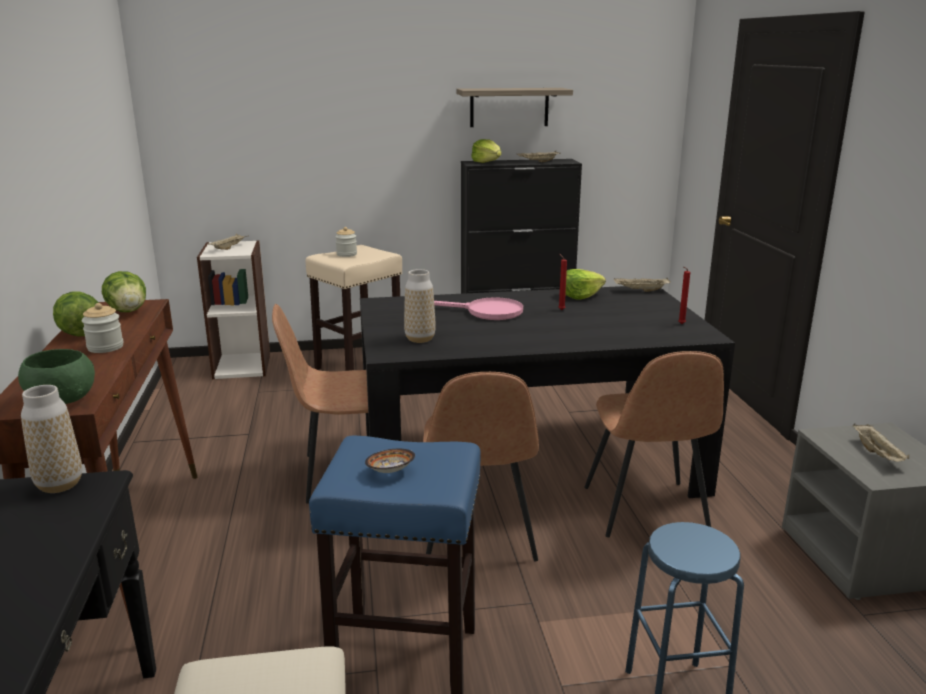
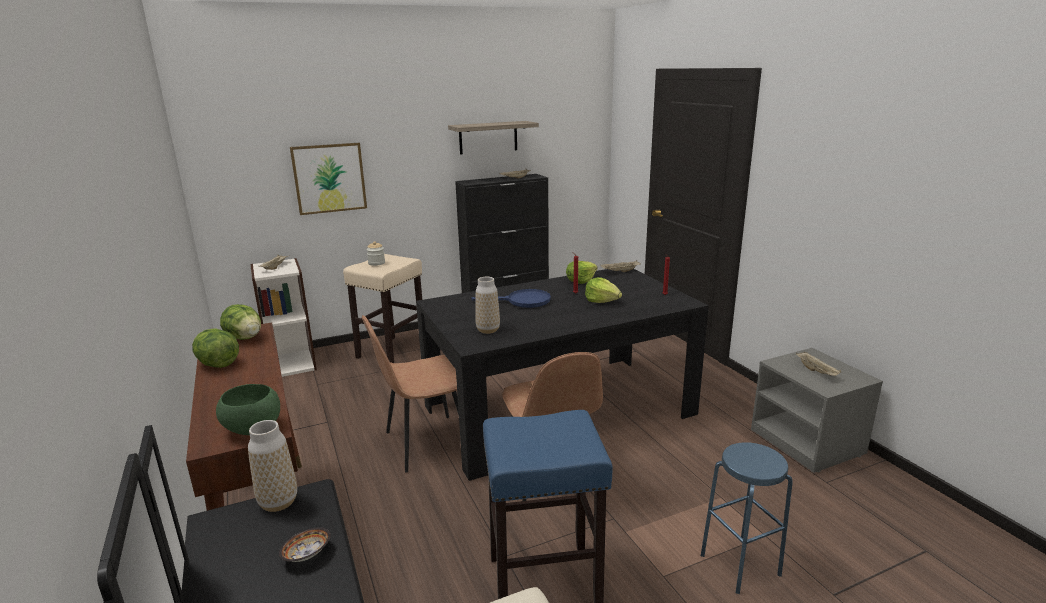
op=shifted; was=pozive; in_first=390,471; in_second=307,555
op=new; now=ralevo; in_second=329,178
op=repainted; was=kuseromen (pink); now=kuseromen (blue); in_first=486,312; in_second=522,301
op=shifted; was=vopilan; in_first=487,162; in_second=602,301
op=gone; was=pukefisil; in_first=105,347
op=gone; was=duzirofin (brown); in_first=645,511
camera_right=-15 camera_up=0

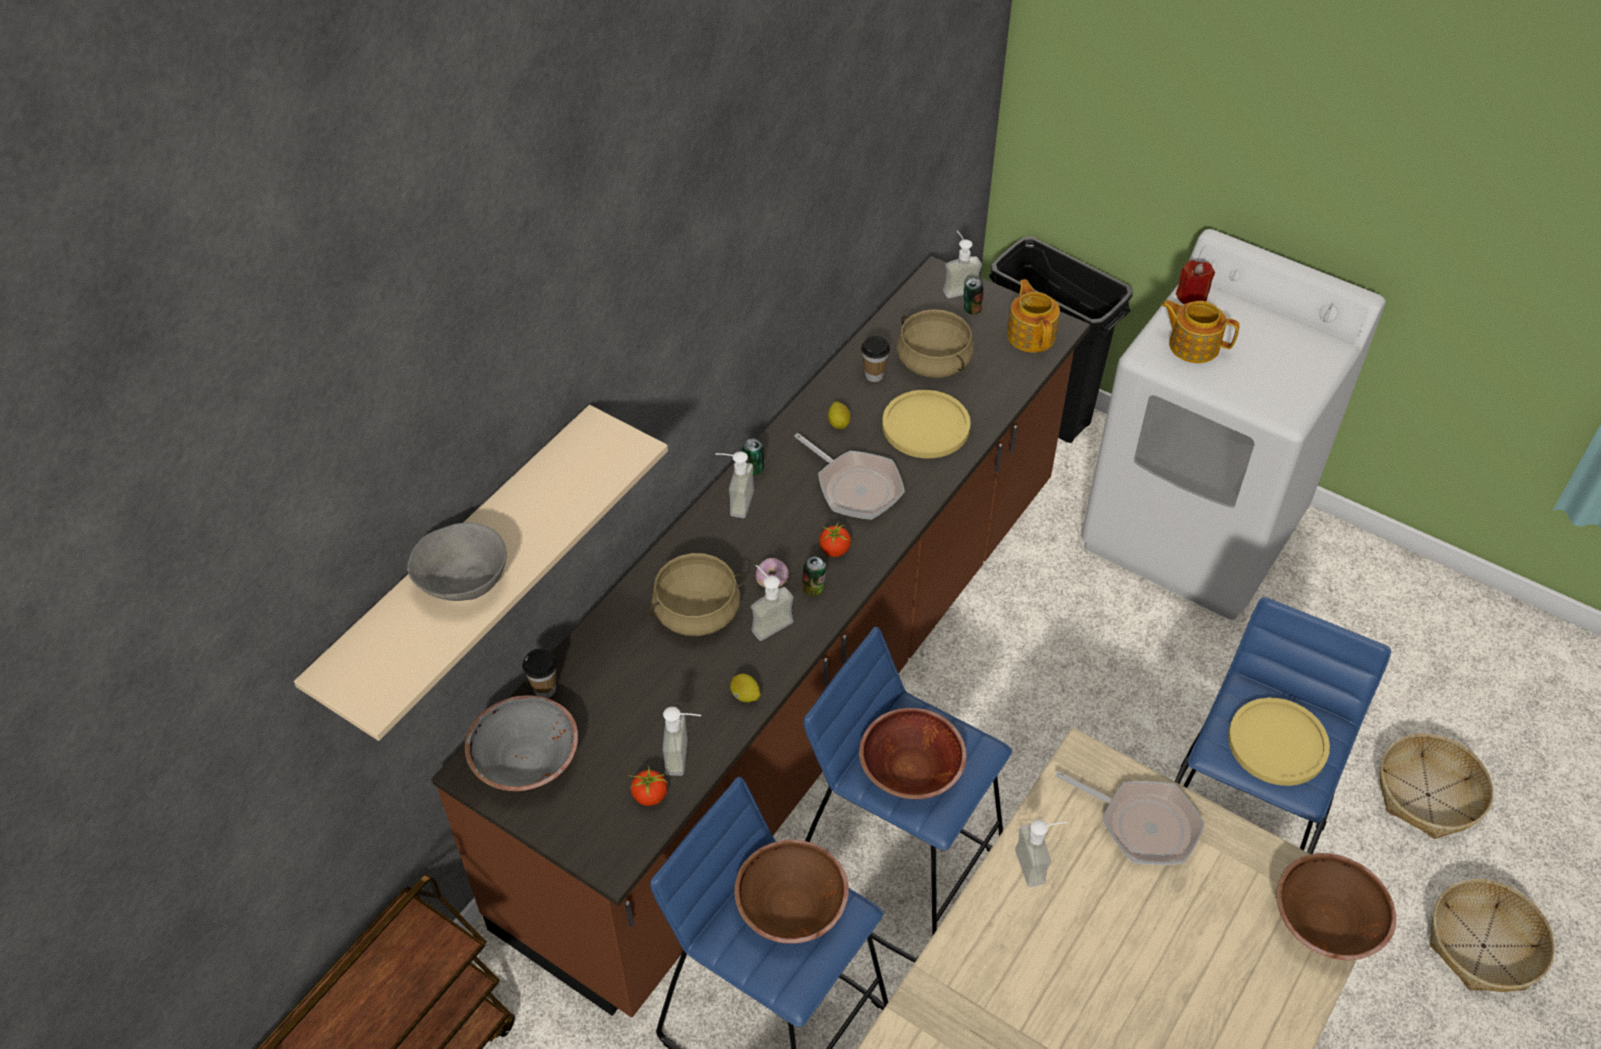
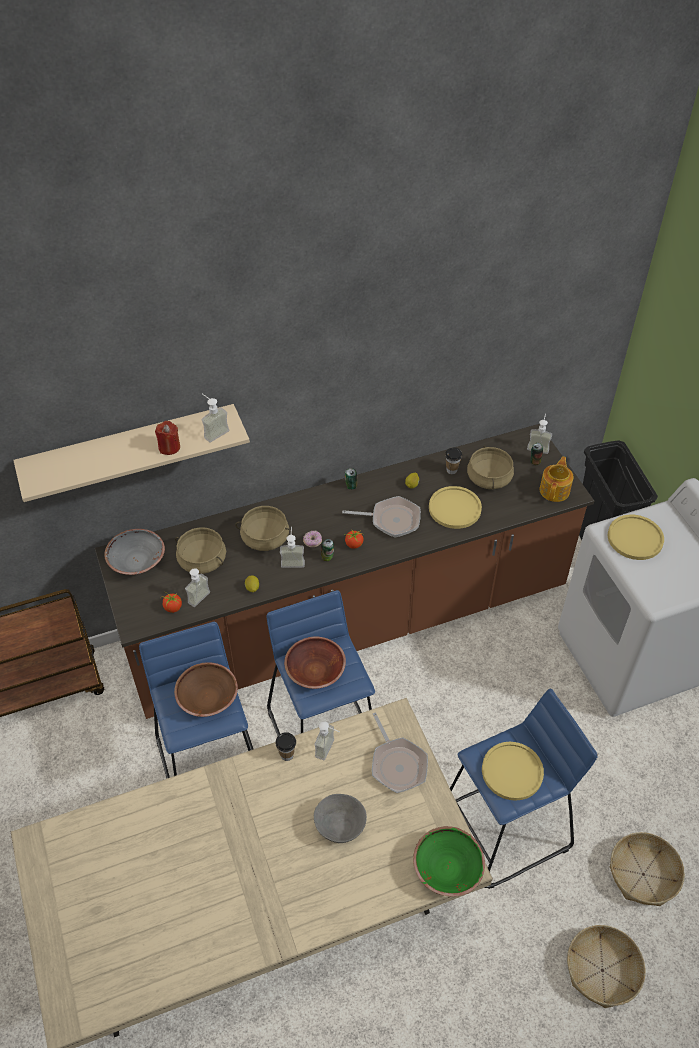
op=shifted; was=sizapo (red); in_first=1191,297; in_second=169,447
op=new; now=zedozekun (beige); in_second=202,561
op=shifted; was=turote; in_first=734,502; in_second=213,431
op=shifted; was=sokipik; in_first=545,689; in_second=287,755
op=shifted; was=pozive (grey); in_first=465,582; in_second=341,826
op=rotated; was=kuseromen; in_first=855,487; in_second=391,520; clockwise=-75
op=repainted; was=pozive (brown); now=pozive (green); in_first=1326,921; in_second=447,868
op=swapped; was=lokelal; now=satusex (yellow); in_first=1193,345; in_second=635,538
camera_right=35 camera_up=0

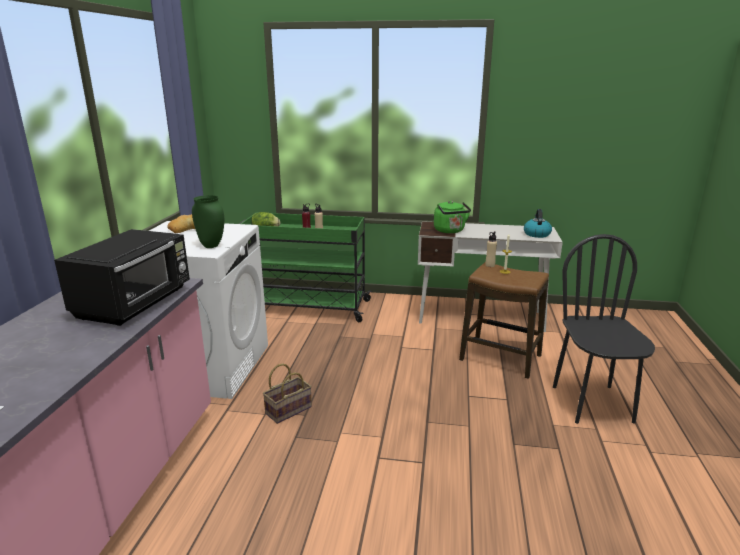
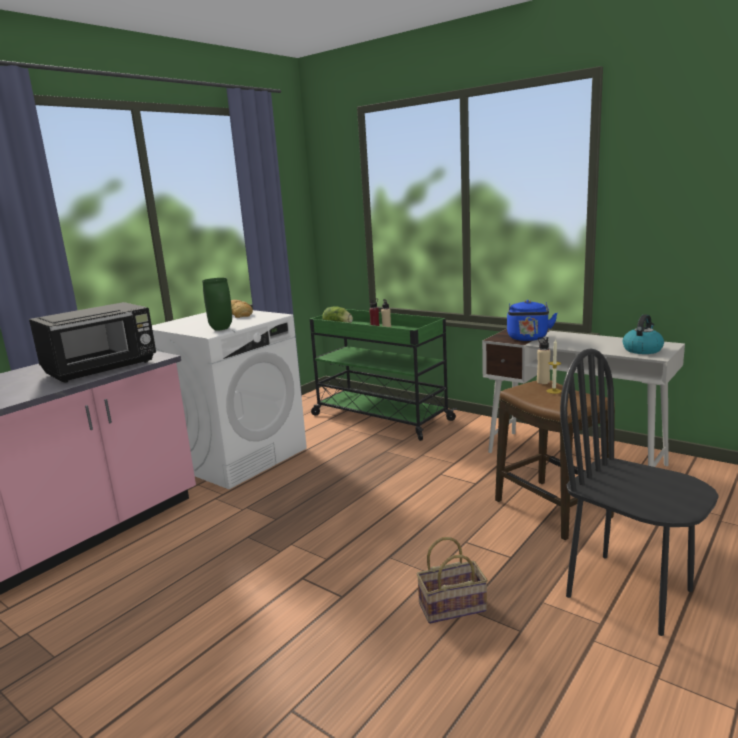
op=shifted; was=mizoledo; in_first=289,409; in_second=453,606
op=repainted; was=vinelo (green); now=vinelo (blue); in_first=450,231; in_second=528,338
op=rotated; was=duzirofin (black); in_first=592,404; in_second=629,592; clockwise=-75
camera_right=30 camera_up=-5

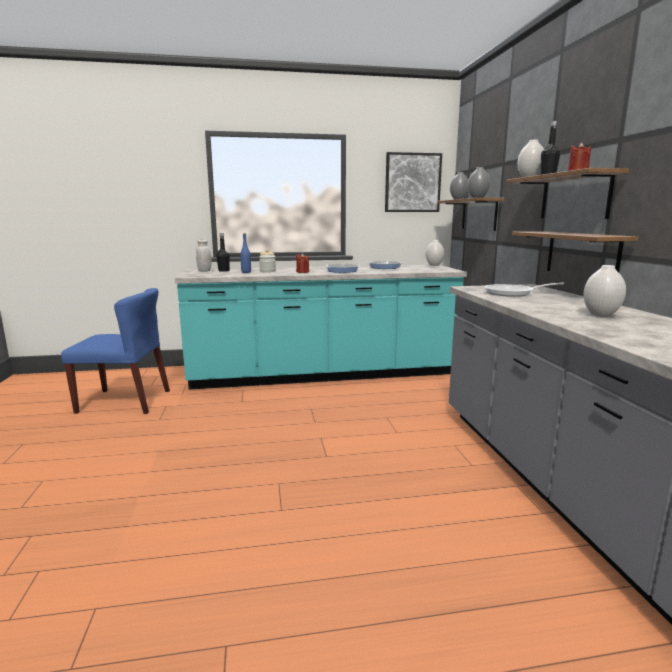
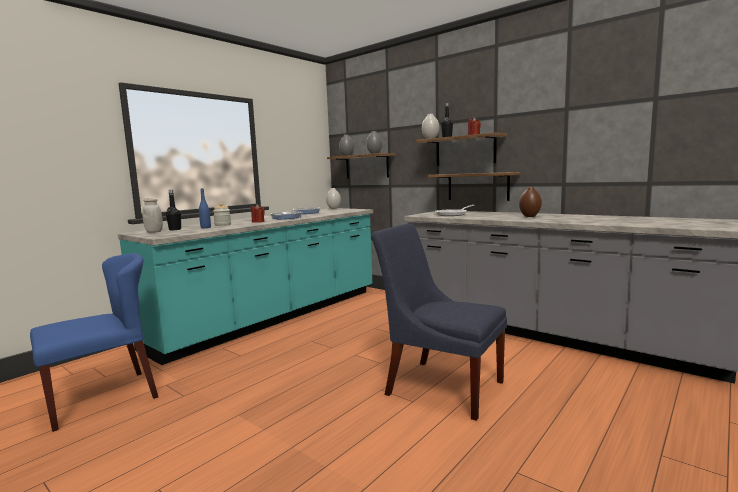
op=new; now=duzirofin (blue); in_second=440,386
op=repainted; was=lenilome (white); now=lenilome (brown); in_first=600,315; in_second=529,216
op=gone; was=ralevo; in_first=412,183
camera_right=-40 camera_up=-5

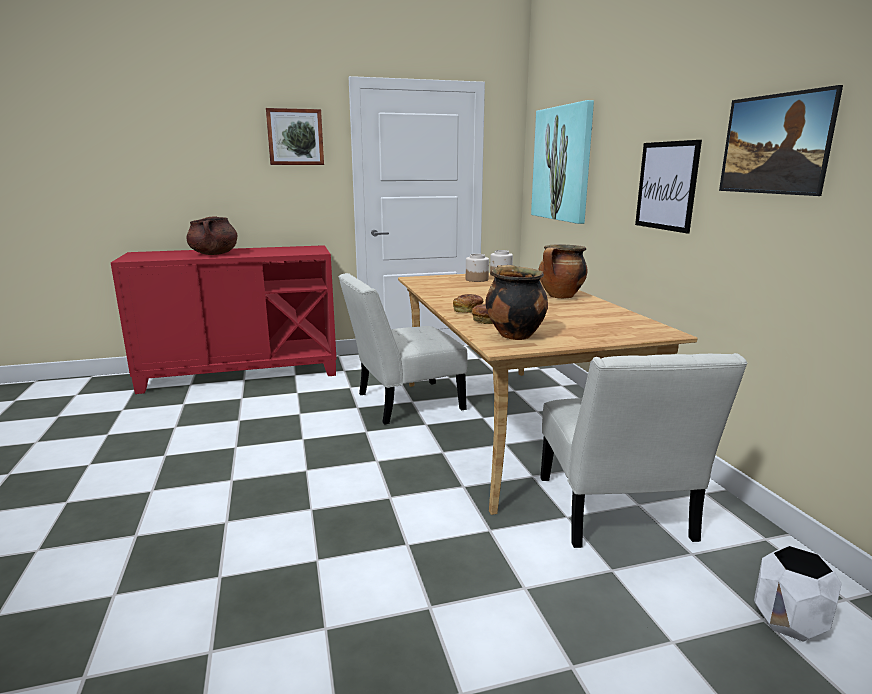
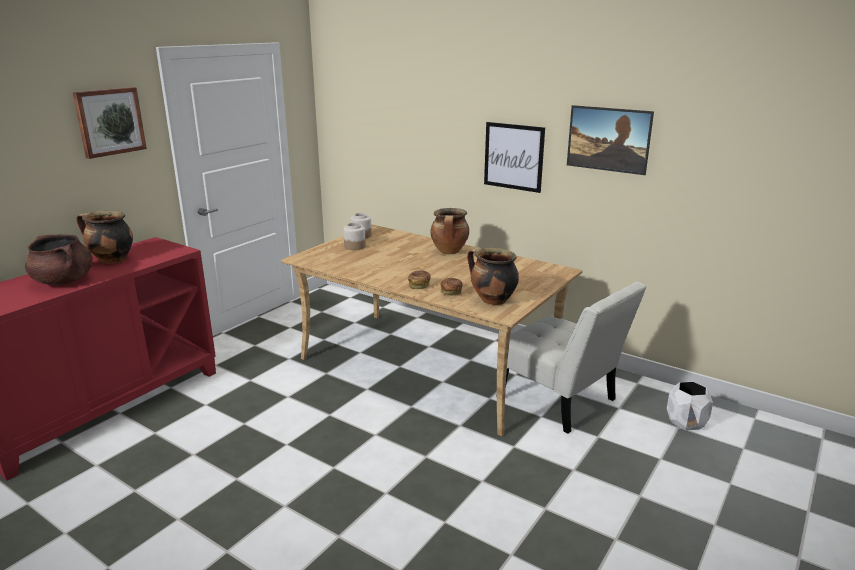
op=new; now=zedozekun; in_second=111,260
op=gone; was=duzirofin (white); in_first=404,403
op=gone; was=ralevo; in_first=562,164
camera_right=-40 camera_up=5

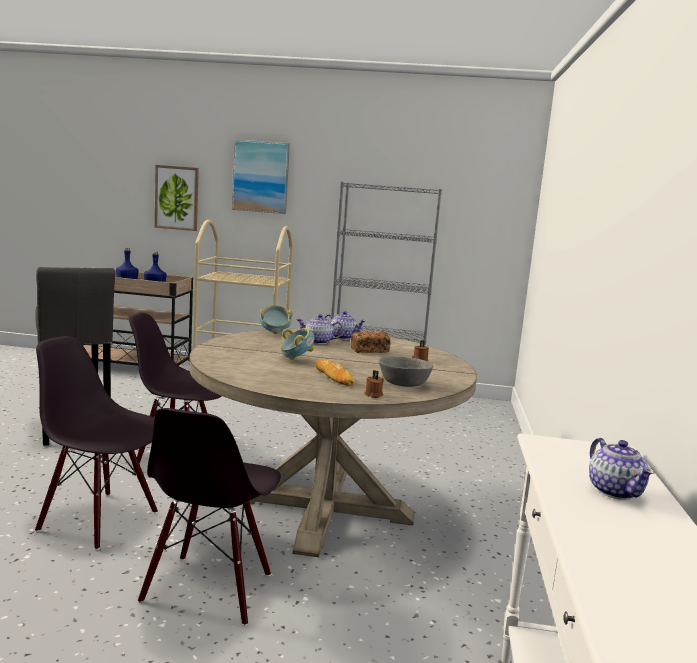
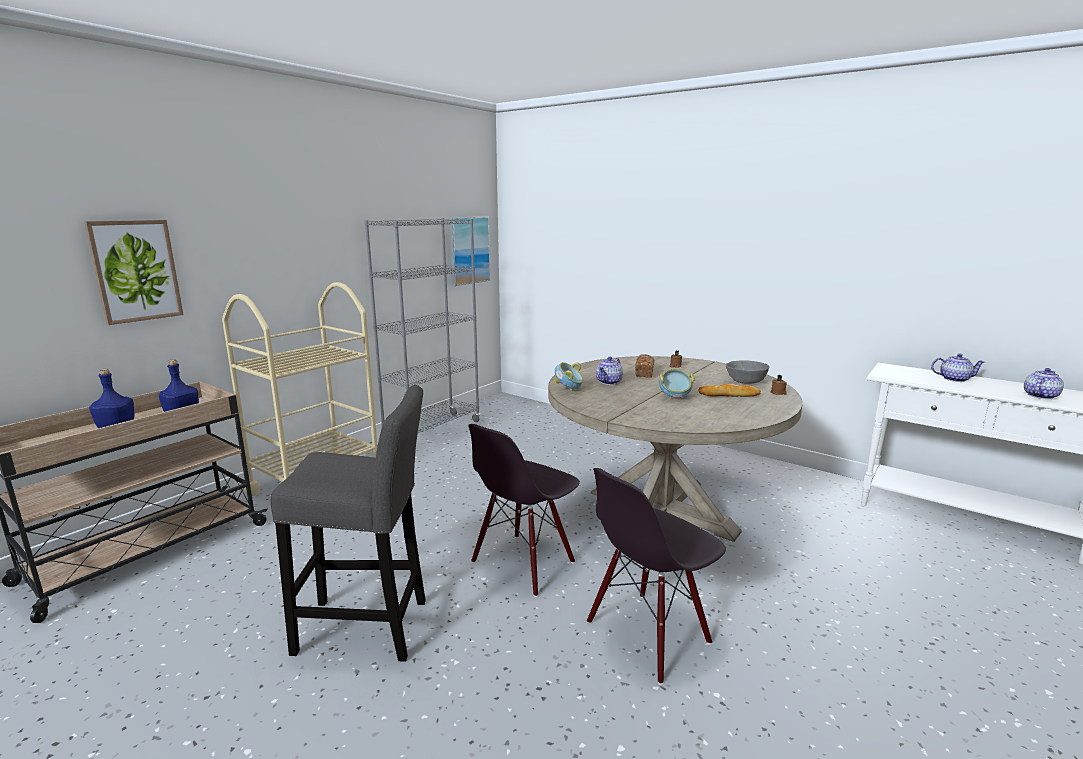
op=shifted; was=ralevo; in_first=260,177; in_second=468,250
op=shifted; was=lokelal; in_first=343,337; in_second=1039,396
op=gone; was=duzirofin (black); in_first=209,589
camera_right=-60 camera_up=5

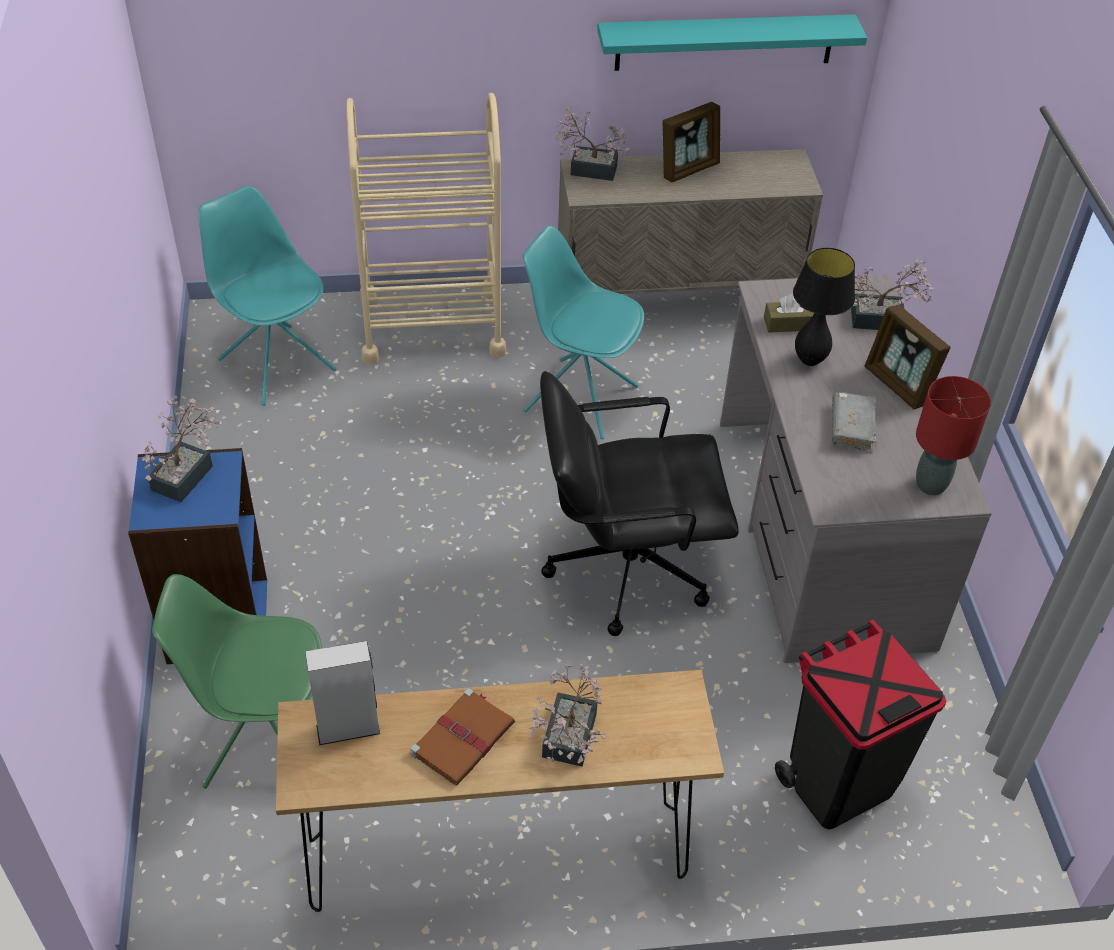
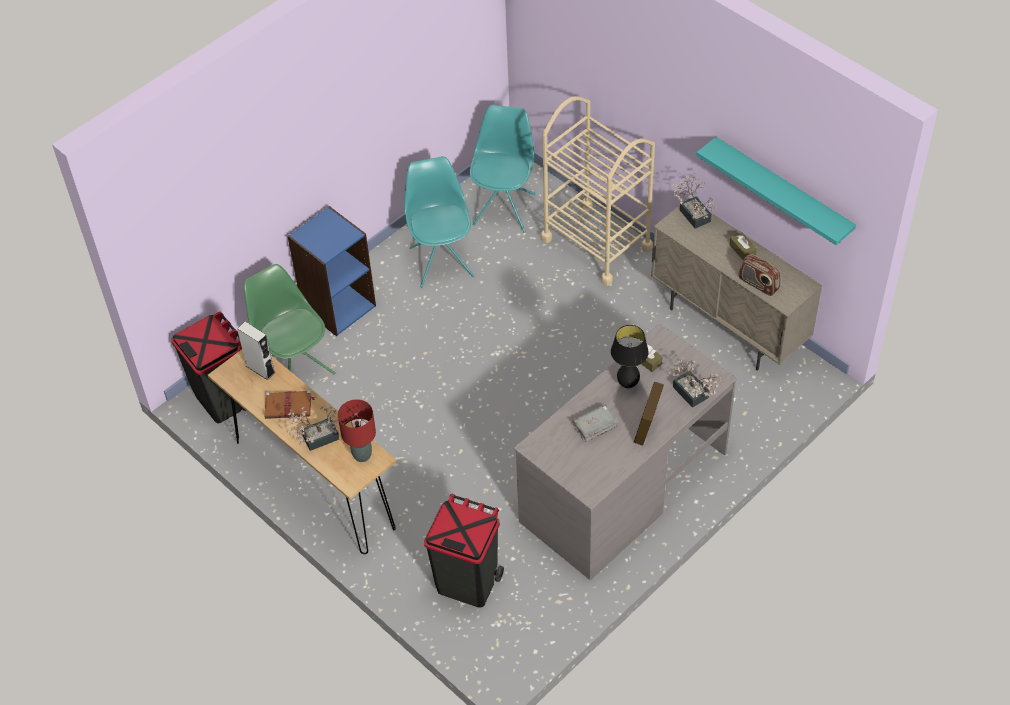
op=new; now=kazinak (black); in_second=223,399
op=shifted; was=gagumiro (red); in_first=931,485; in_second=362,455
op=shifted; was=duzirofin (turquoise); in_first=579,398; in_second=441,261
op=swapped; was=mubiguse; now=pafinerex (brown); in_first=689,169; in_second=742,250
op=new; now=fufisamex; in_second=758,284
op=gone; was=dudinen; in_first=187,473
op=gone; was=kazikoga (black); in_first=625,568
camera_right=55 camera_up=5

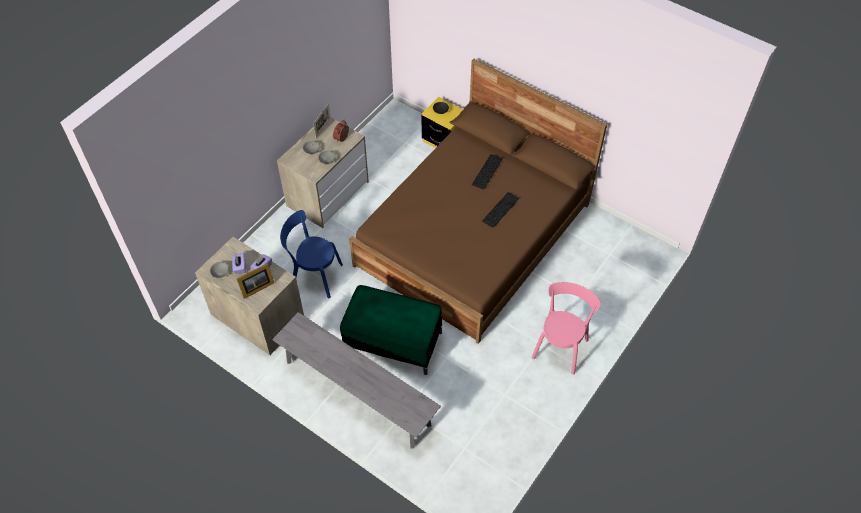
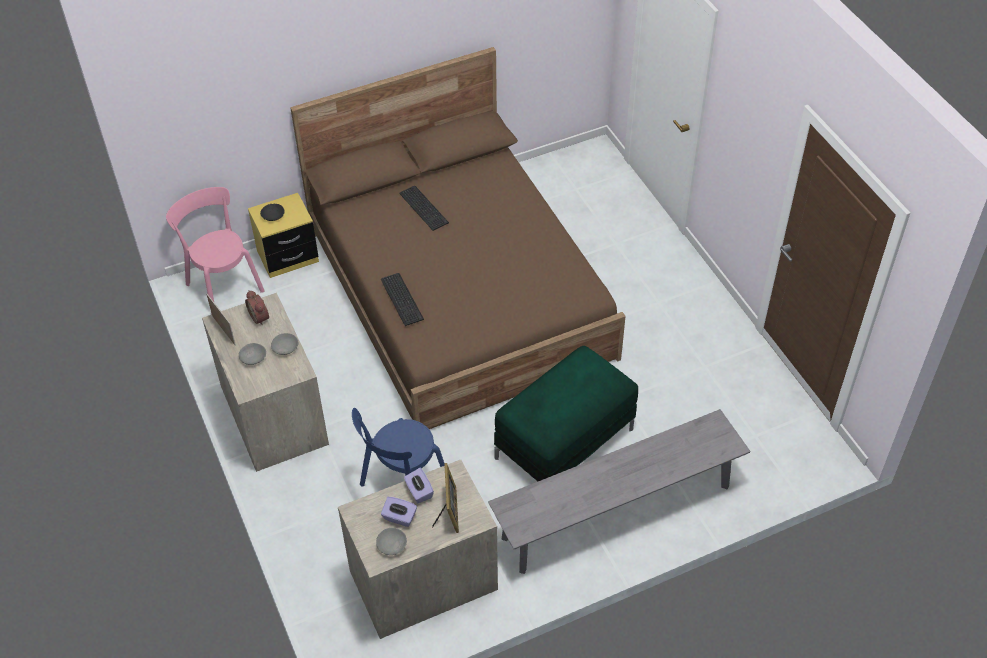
op=shifted; was=duzirofin (pink); in_first=560,346; in_second=223,285
op=shifted; was=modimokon; in_first=501,210; in_second=402,298
camera_right=-60 camera_up=-5

